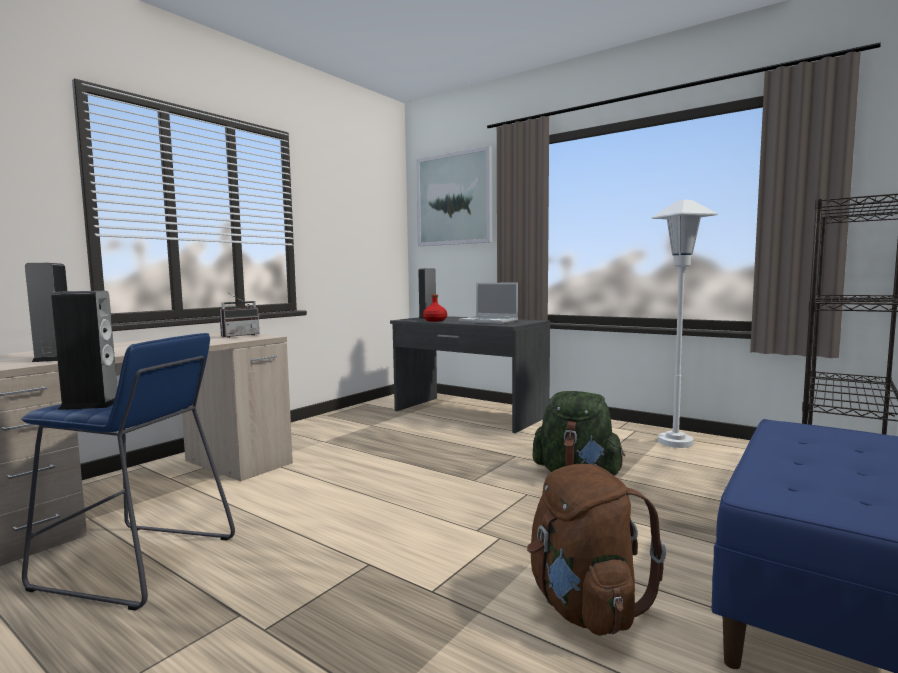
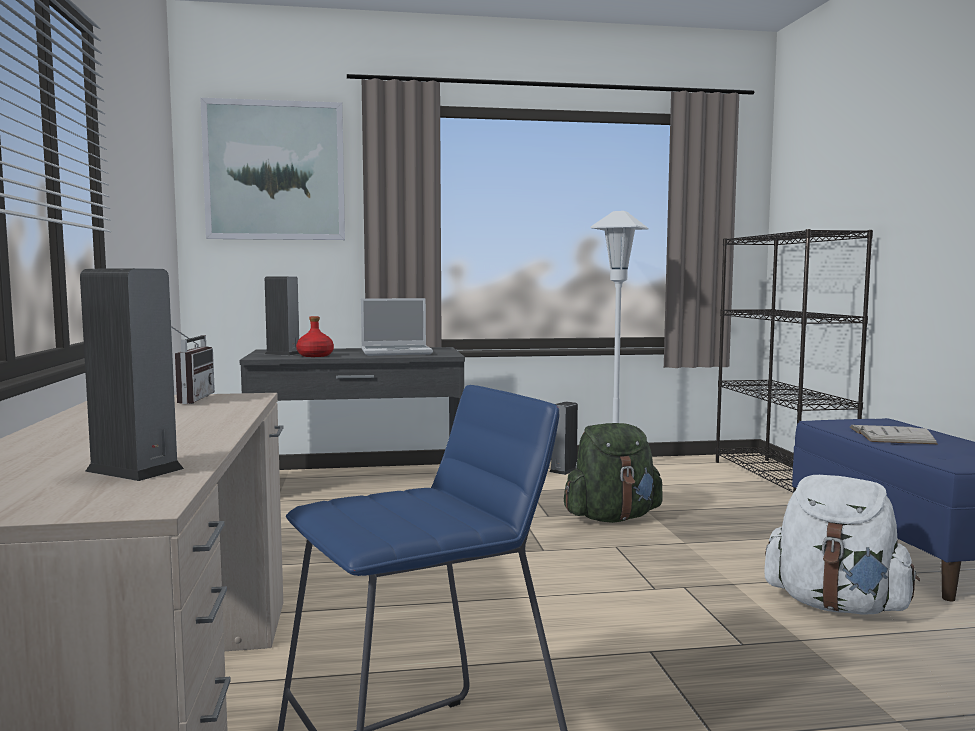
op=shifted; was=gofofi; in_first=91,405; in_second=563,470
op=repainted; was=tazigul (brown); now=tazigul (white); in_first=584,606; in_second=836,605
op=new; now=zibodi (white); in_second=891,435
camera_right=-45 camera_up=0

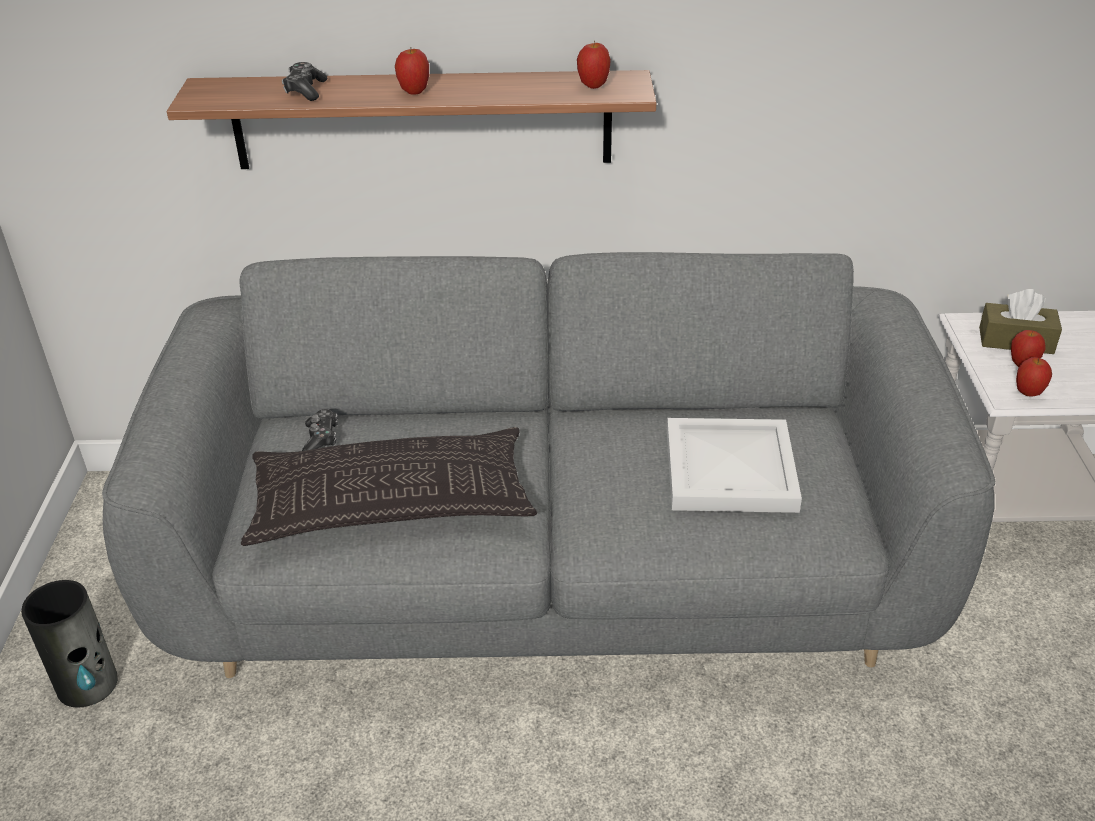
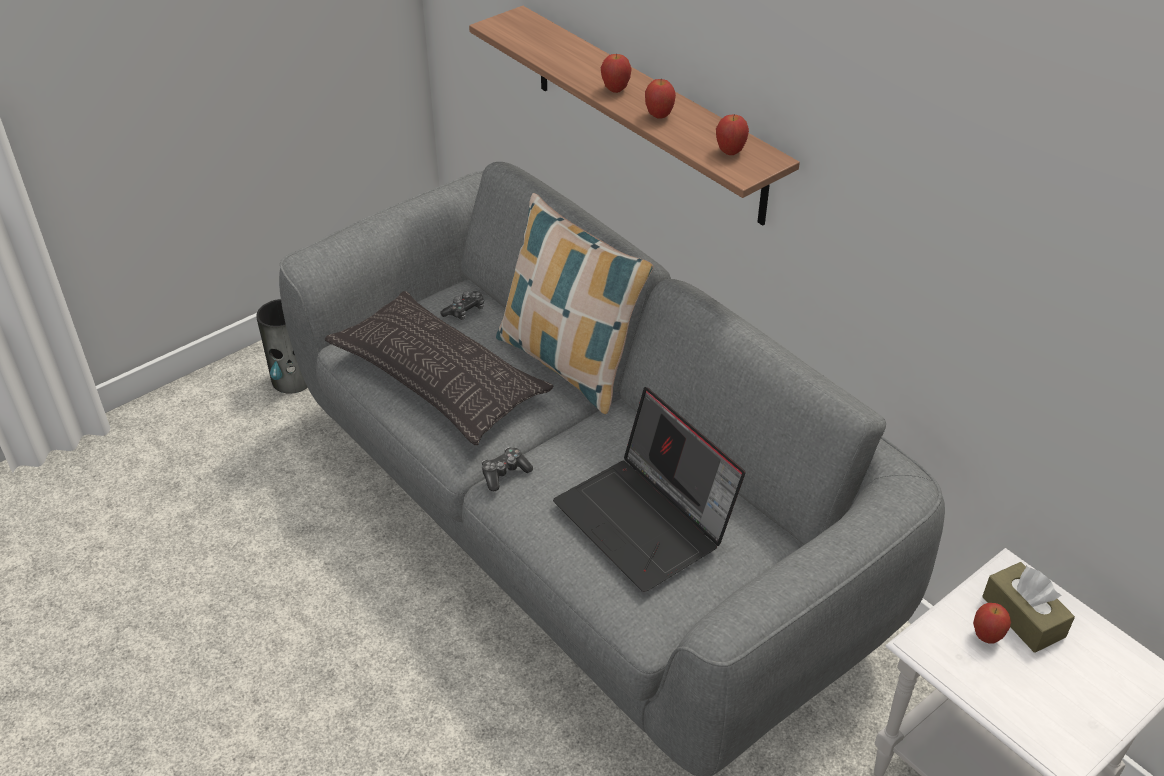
op=shifted; was=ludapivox; in_first=305,90; in_second=504,473
op=new; now=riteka; in_second=568,363
op=swapped; was=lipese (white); now=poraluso; in_first=732,468; in_second=647,521
op=shifted; was=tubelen; in_first=1028,393; in_second=659,116
camera_right=50 camera_up=5

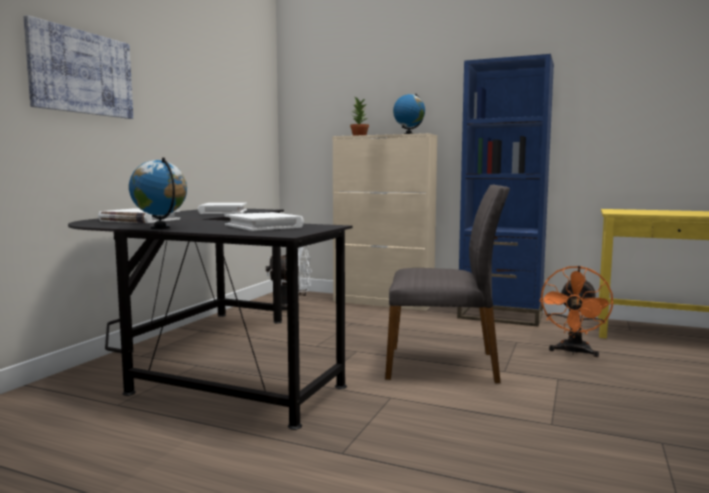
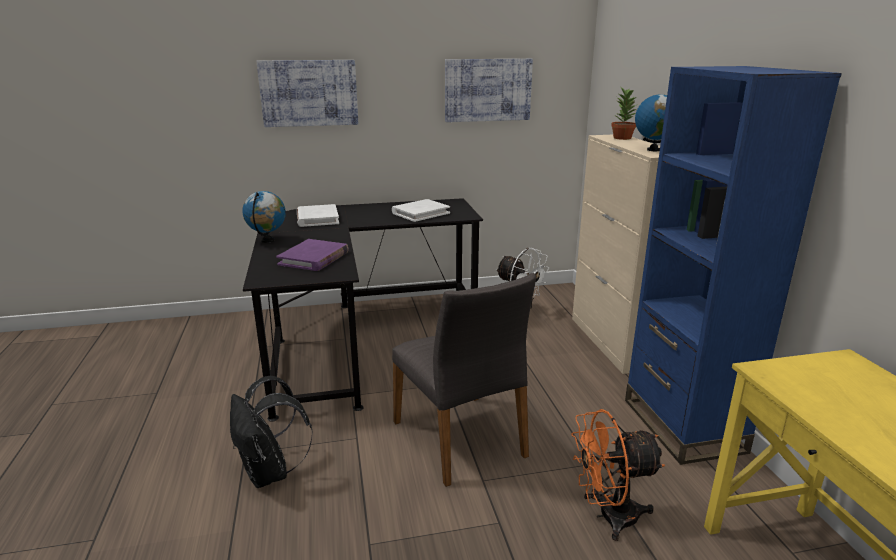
op=new; now=tazigul (black); in_second=270,473
op=repainted; was=zibodi (white); now=zibodi (purple); in_first=264,226; in_second=314,258
op=new; now=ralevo; in_second=487,90
camera_right=55 camera_up=15

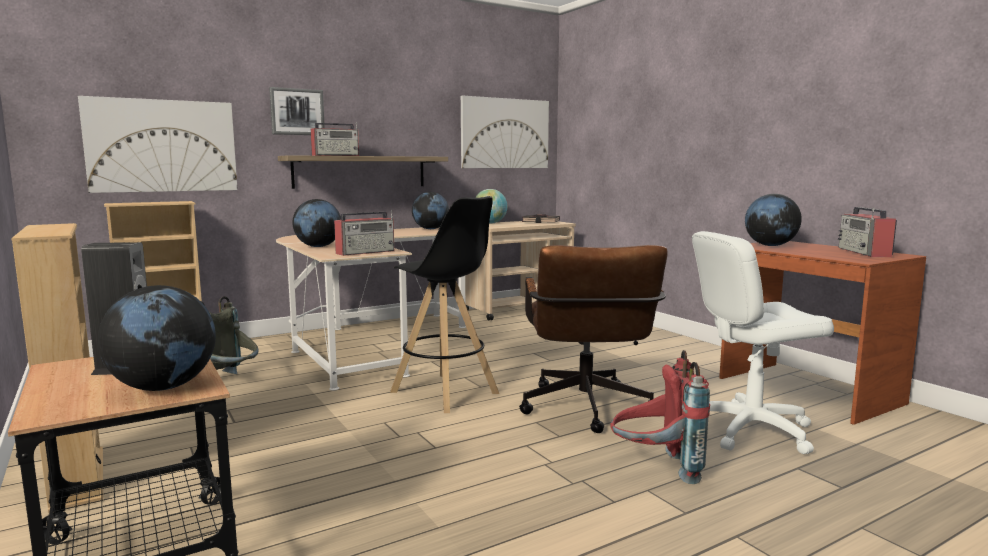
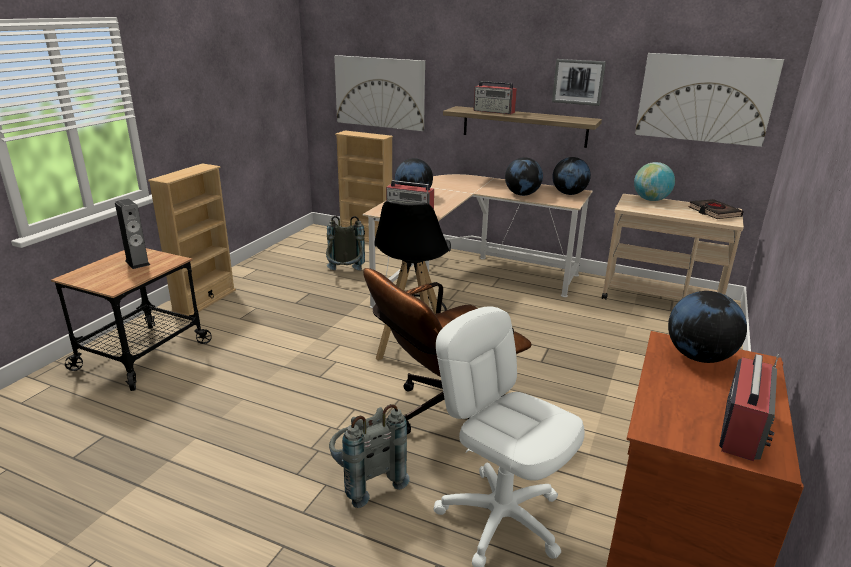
op=repainted; was=tazigul (red); now=tazigul (grey); in_first=656,469; in_second=365,480
op=shifted; was=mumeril; in_first=163,387; in_second=522,194
op=shifted; was=ralevo; in_first=297,112; in_second=578,82
op=rotated; was=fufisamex; in_first=864,252; in_second=742,428; clockwise=150
camera_right=55 camera_up=15

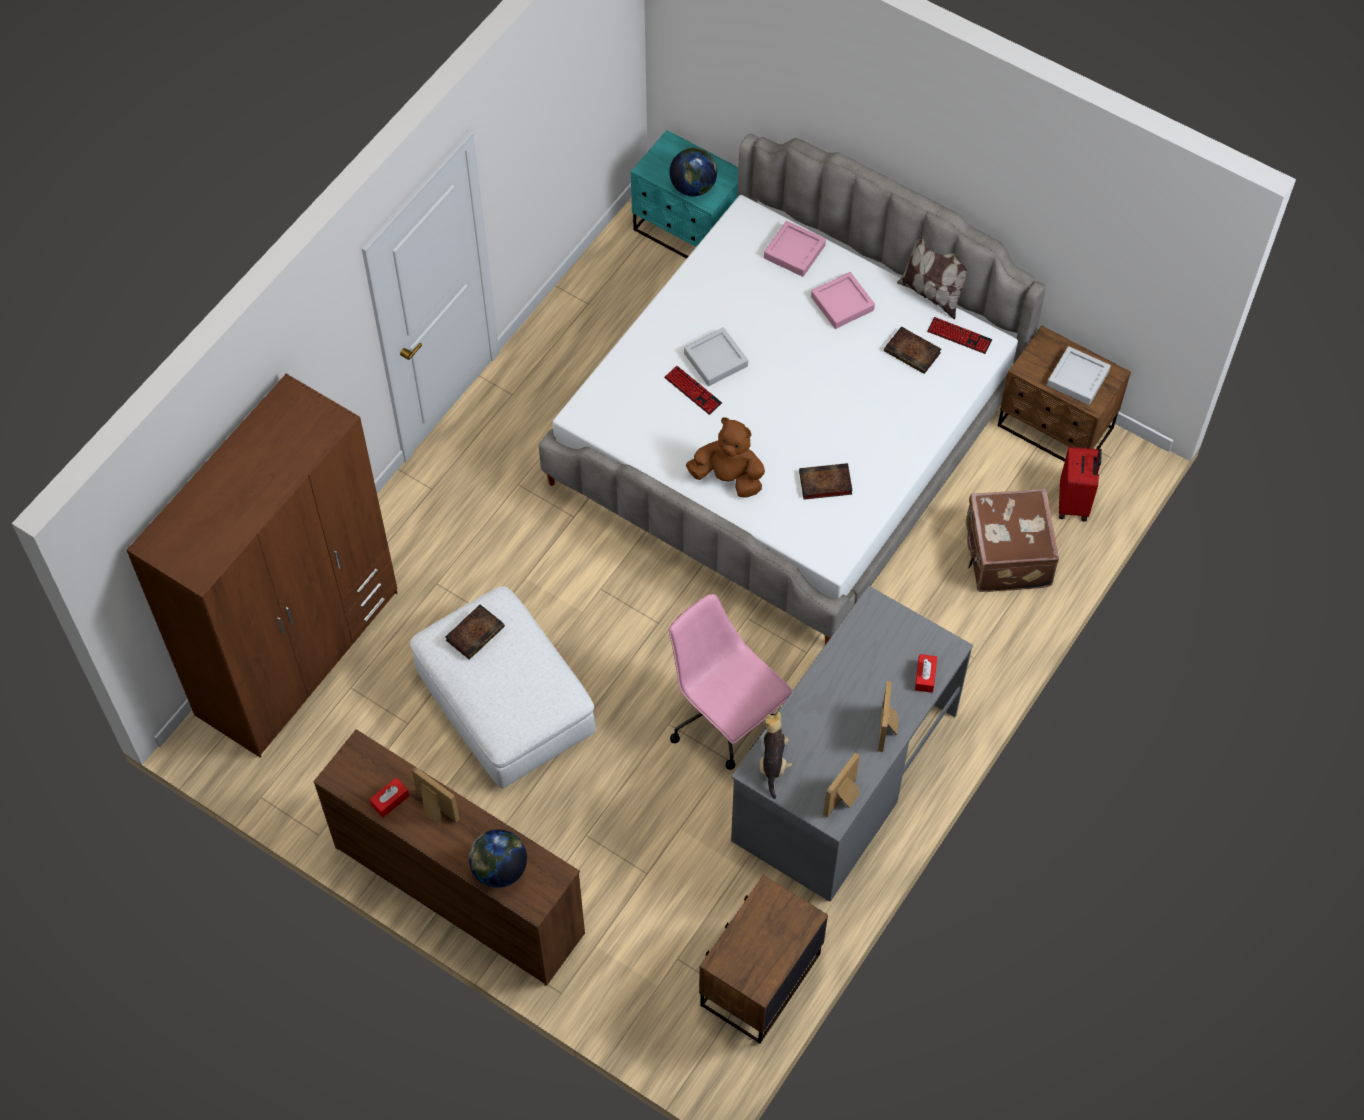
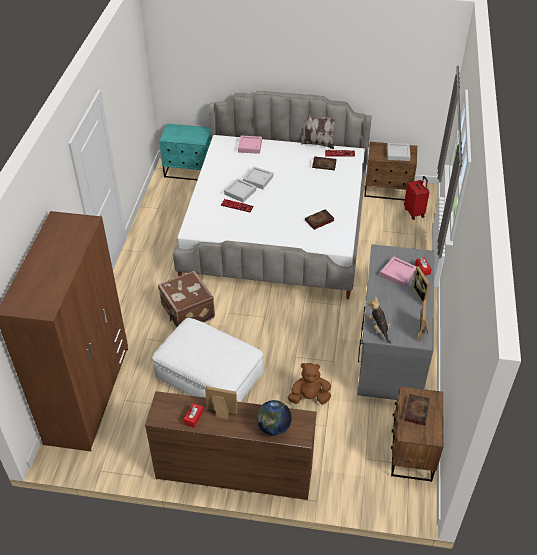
op=shifted; was=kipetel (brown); in_first=1005,556; in_second=187,312
op=new; now=lipese (grey); in_second=258,180
op=shifted; was=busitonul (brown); in_first=728,477; in_second=309,397
op=shifted; was=lipese (pink); in_first=842,303; in_second=398,273
op=shifted; was=zibodi; in_first=475,632; in_second=416,410
op=gone; was=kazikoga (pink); in_first=724,719
op=gone; was=mumeril; in_first=693,187
camera_right=-25 camera_up=-15

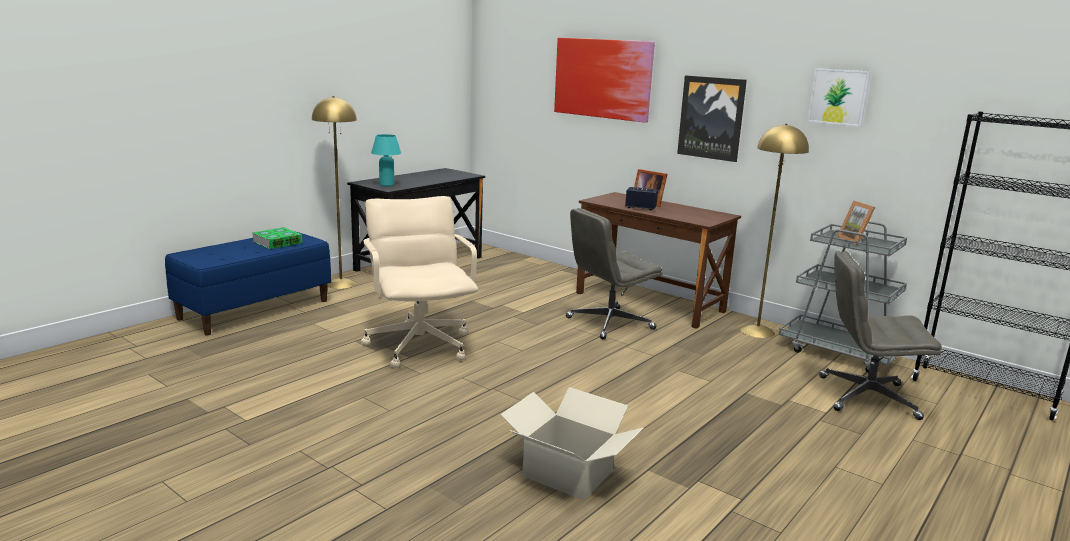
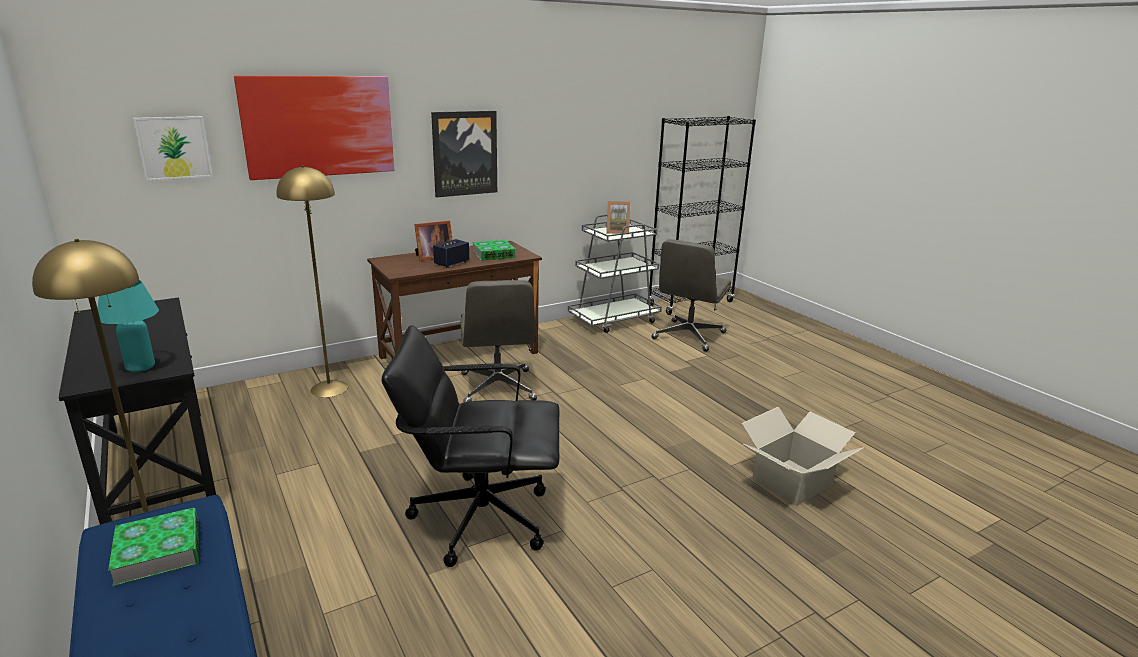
op=shifted; was=ralevo; in_first=838,97; in_second=174,148
op=shifted; was=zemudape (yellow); in_first=757,331; in_second=329,388
op=repainted; was=kazikoga (beige); now=kazikoga (black); in_first=420,345; in_second=479,517
op=new; now=zibodi; in_second=493,254
camera_right=-70 camera_up=5

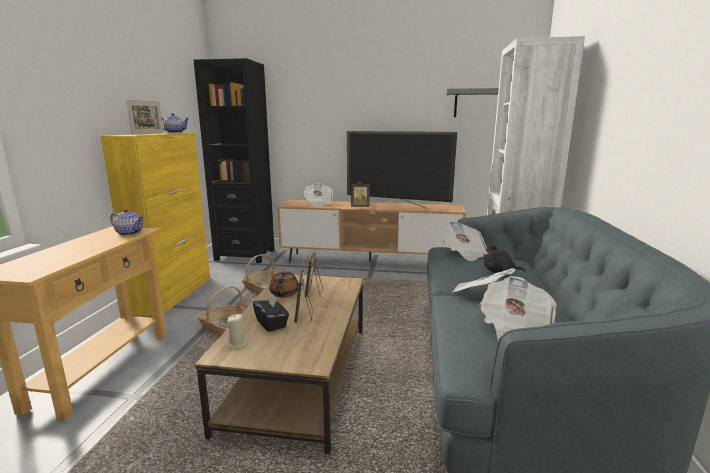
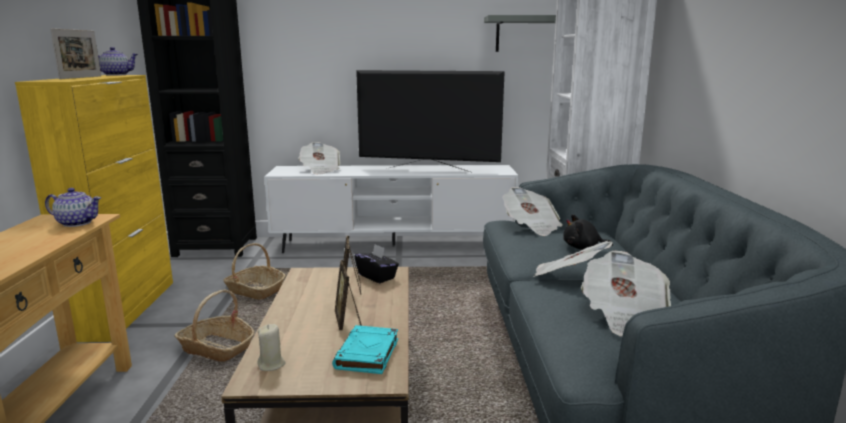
op=repainted; was=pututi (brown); now=pututi (white); in_first=370,262; in_second=393,246
op=new; now=zibodi (turquoise); in_second=367,354
op=shifted; was=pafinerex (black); in_first=271,323; in_second=377,276
op=gone; was=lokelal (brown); in_first=284,293
op=gone; was=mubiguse; in_first=360,207
camera_right=-10 camera_up=0

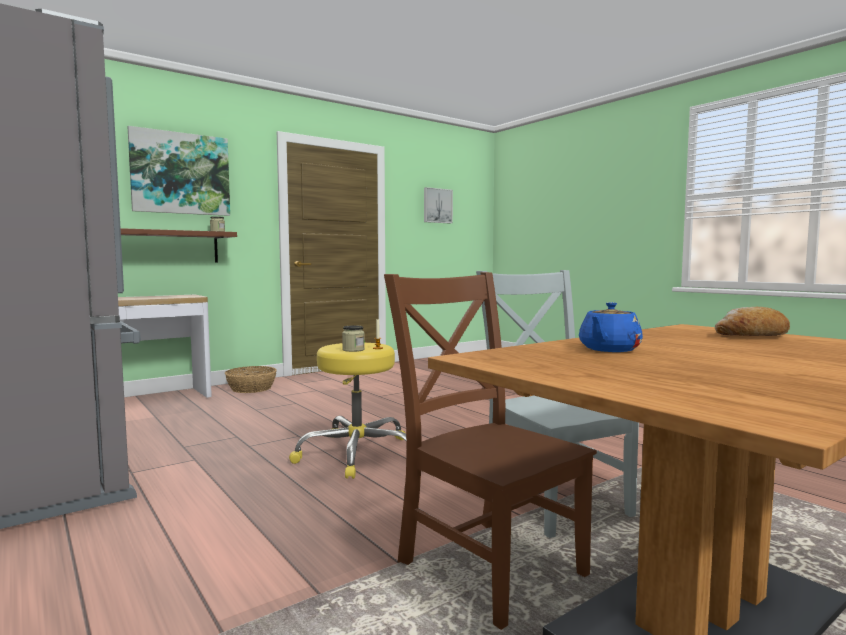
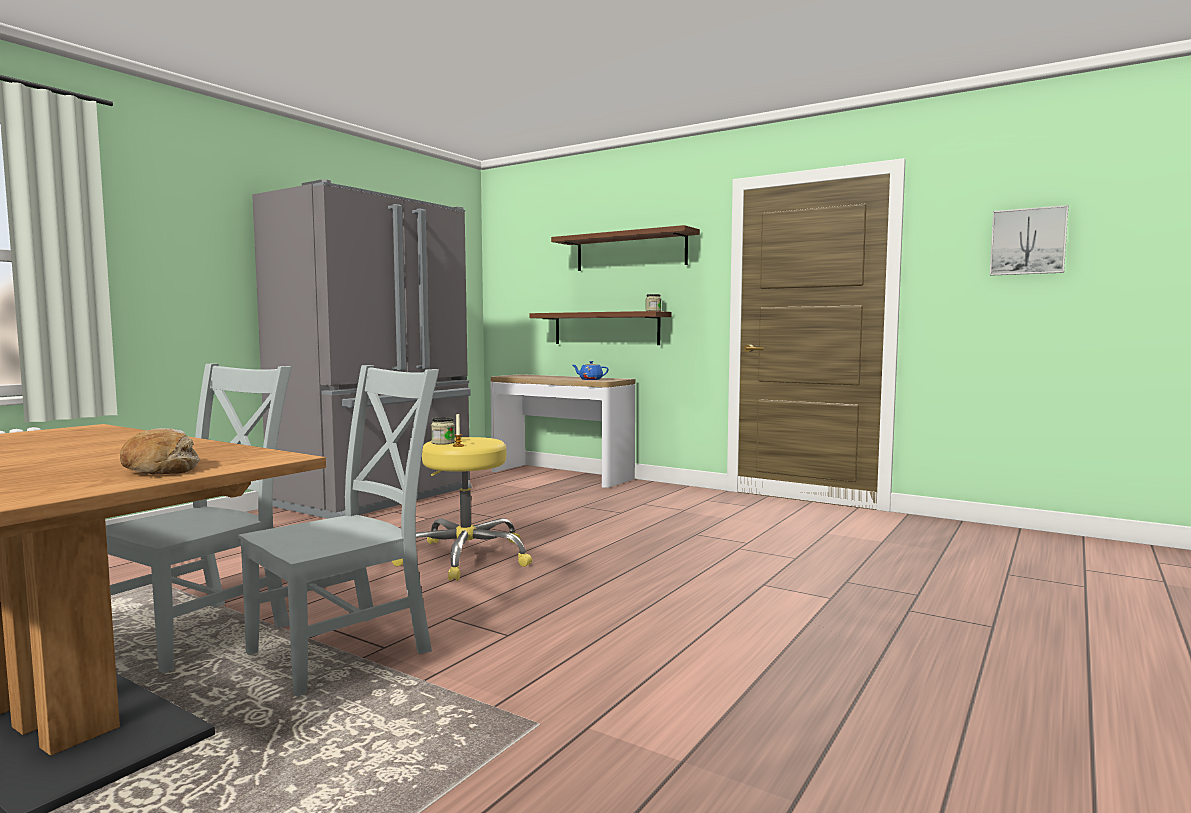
op=repainted; was=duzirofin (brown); now=duzirofin (grey); in_first=486,564; in_second=204,632
op=swapped; was=ralevo; now=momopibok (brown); in_first=180,173; in_second=630,251
op=shifted; was=lokelal (blue); in_first=609,349; in_second=590,379
op=gone; was=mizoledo; in_first=252,388
camera_right=70 camera_up=0

